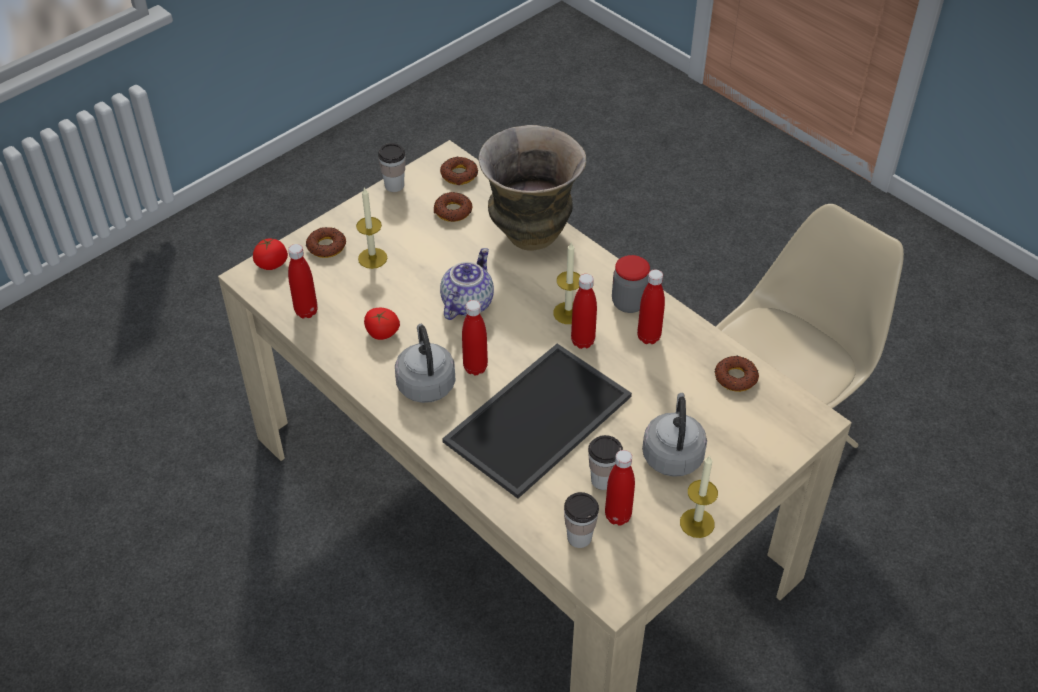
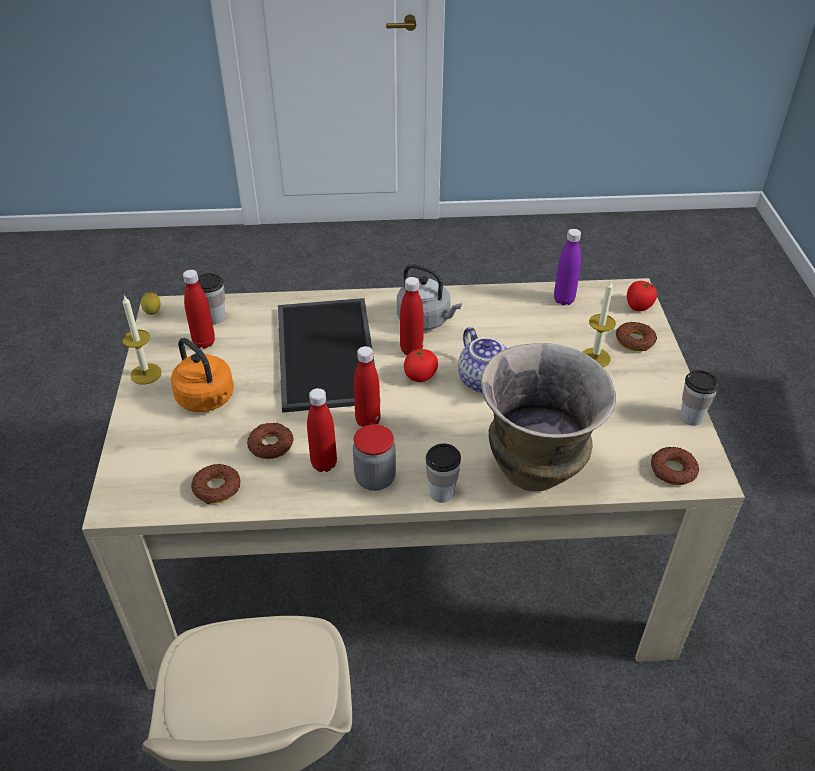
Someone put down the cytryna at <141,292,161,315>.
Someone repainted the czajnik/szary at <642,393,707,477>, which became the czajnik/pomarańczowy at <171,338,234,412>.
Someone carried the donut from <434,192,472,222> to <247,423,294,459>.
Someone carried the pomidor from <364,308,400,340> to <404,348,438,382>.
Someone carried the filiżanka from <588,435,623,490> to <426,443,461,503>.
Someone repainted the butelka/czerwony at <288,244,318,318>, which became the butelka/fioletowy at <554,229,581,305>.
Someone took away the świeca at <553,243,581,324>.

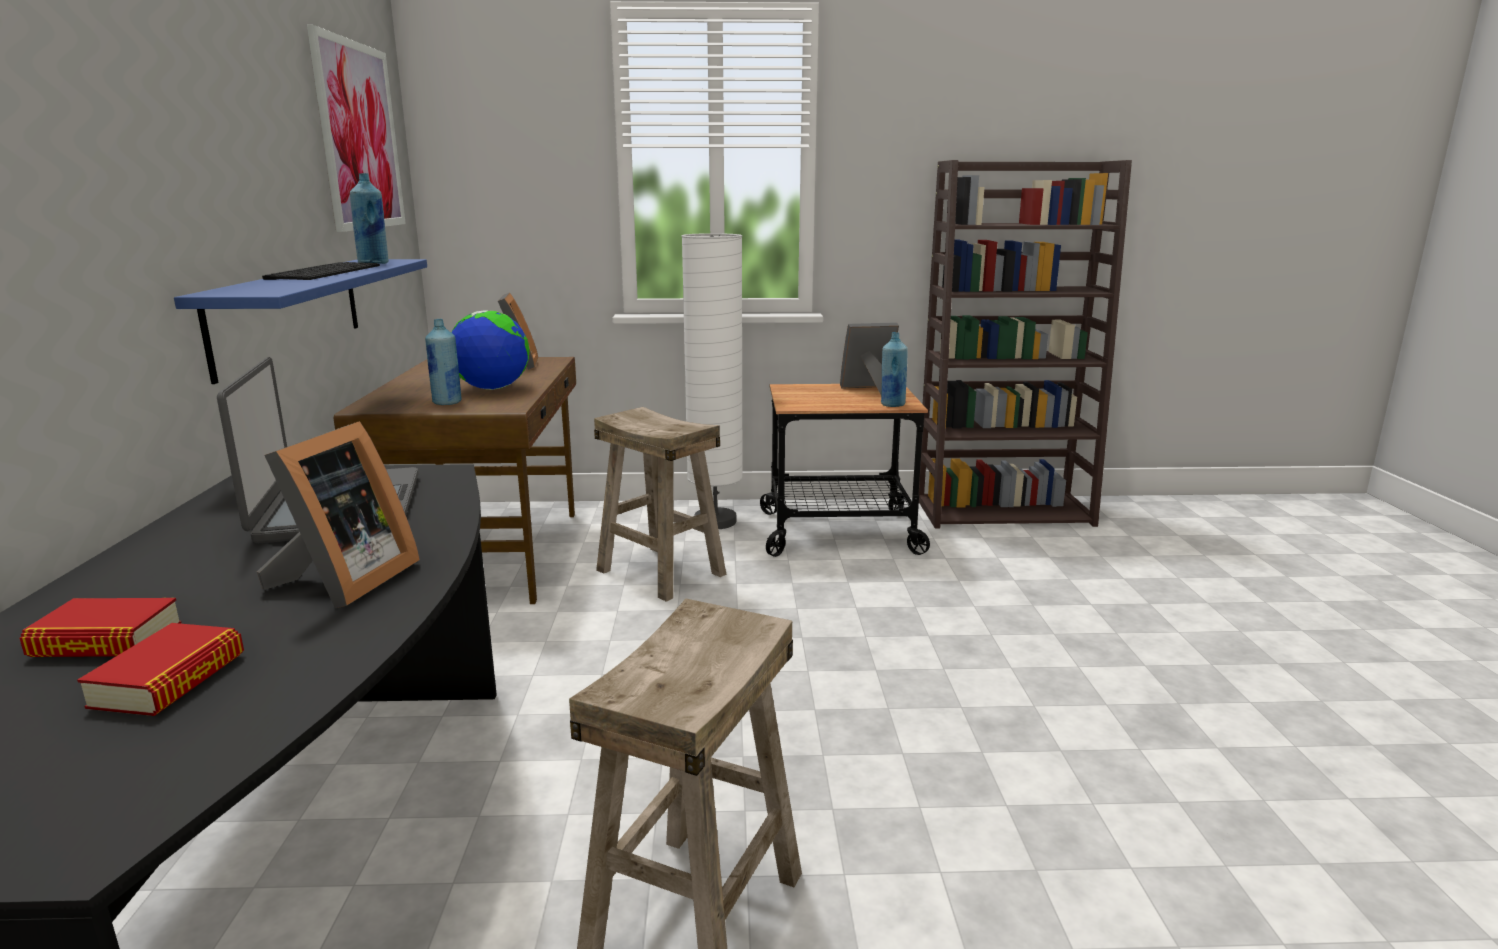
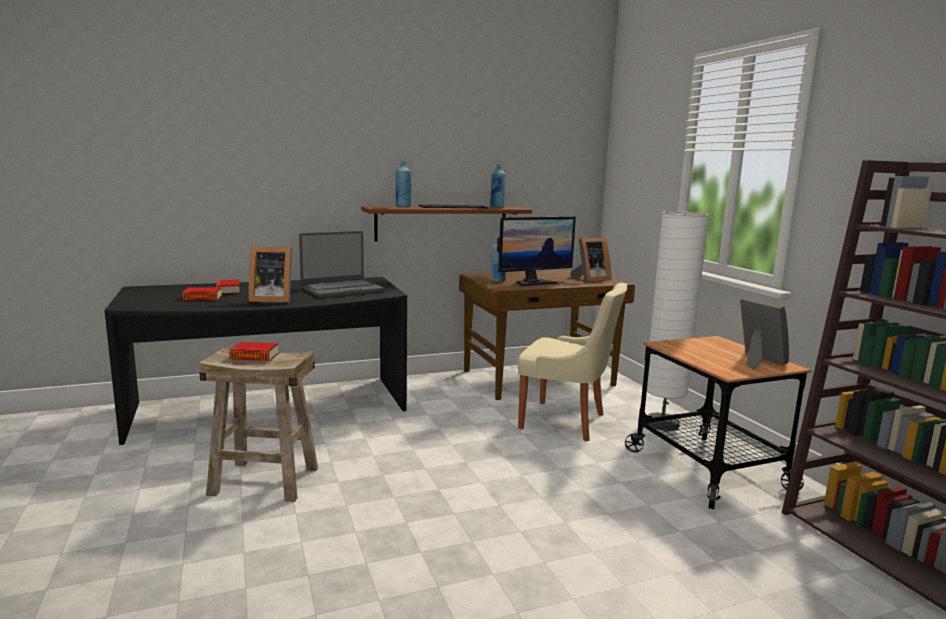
Someone put down the książka at <229,342,279,361>.
Someone repainted the półka/niebieski at <174,259,427,384>, which became the półka/brązowy at <361,206,532,242>.
Someone carried the butelka/niebieski from <881,332,908,407> to <396,161,411,207>.
Someone swapped the globus at <451,310,530,390> for the monitor at <497,216,576,286>.
Someone swapped the stołek/beżowy at <594,407,726,602> for the krzesło/beżowy at <518,283,627,441>.
Someone took away the obraz at <307,25,406,232>.

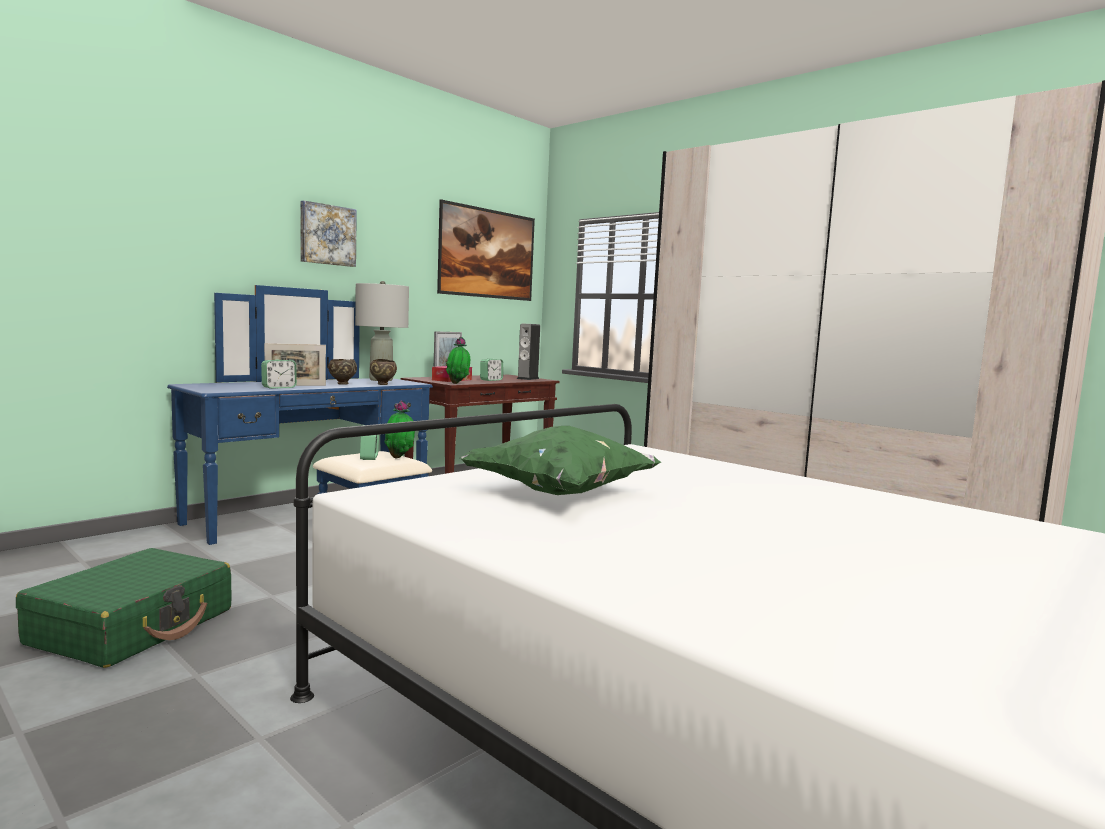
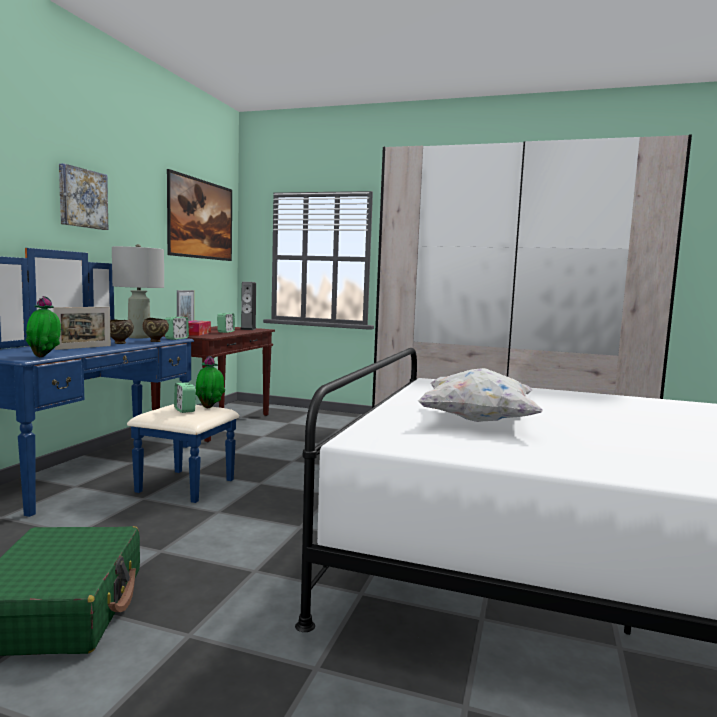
Someone carried the roślina doniczkowa from <446,337,470,384> to <26,296,61,357>.
Someone carried the budzik from <261,360,297,389> to <165,317,189,340>.
Someone repainted the poduszka/zielony at <460,426,661,495>, which became the poduszka/biały at <418,368,543,422>.

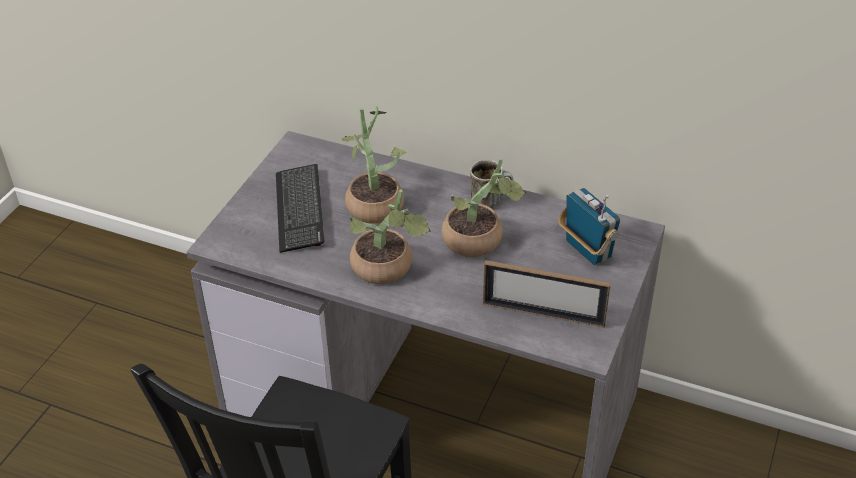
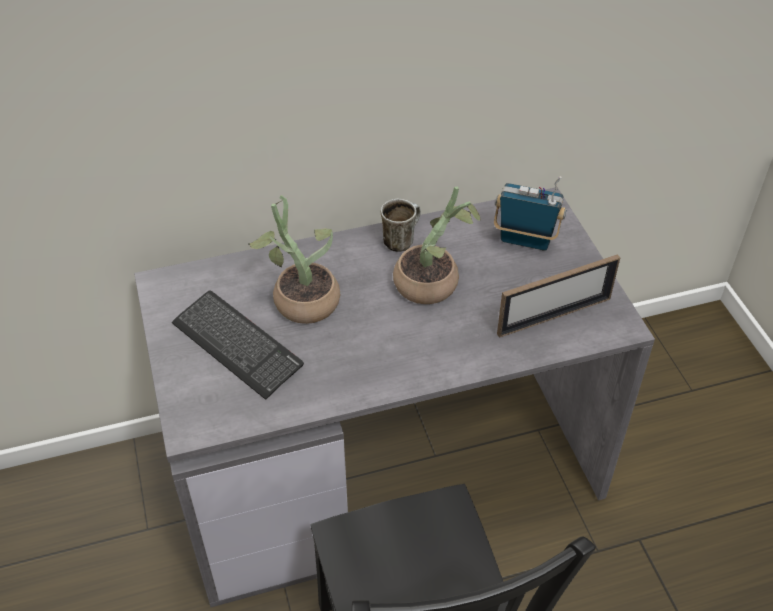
Someone took away the roślina doniczkowa at <350,189,431,284>.

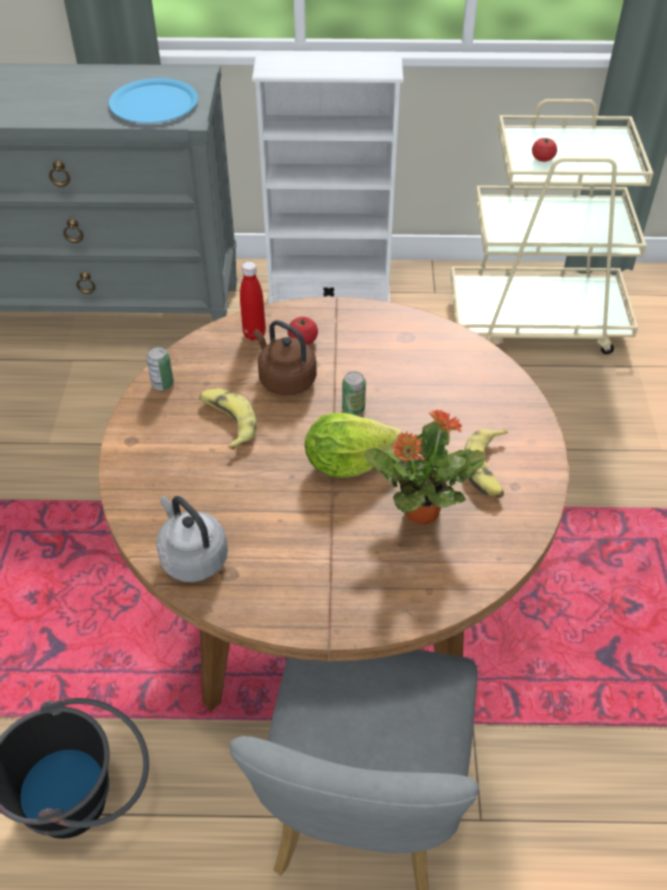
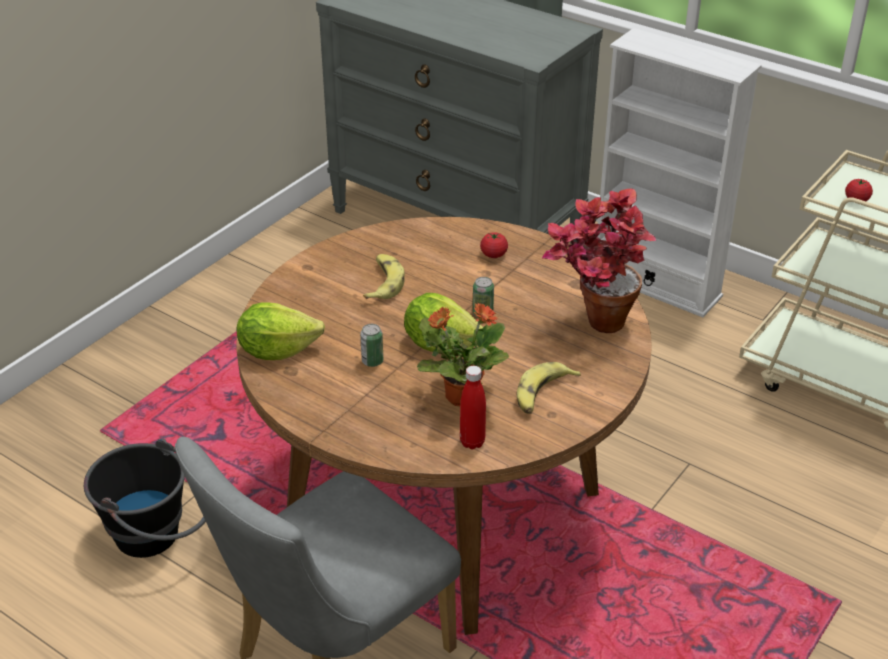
Someone swapped the czajnik/szary at <156,496,228,582> for the sałata at <237,303,325,360>.
Someone carried the puszka from <146,346,174,390> to <360,324,383,367>.
Someone carried the butelka/czerwony from <240,262,266,341> to <460,366,486,449>.
Someone put down the roślina doniczkowa at <542,188,656,333>.
Someone took away the talerz/niebieski at <109,78,198,123>.
Someone took away the czajnik/brązowy at <254,320,317,395>.

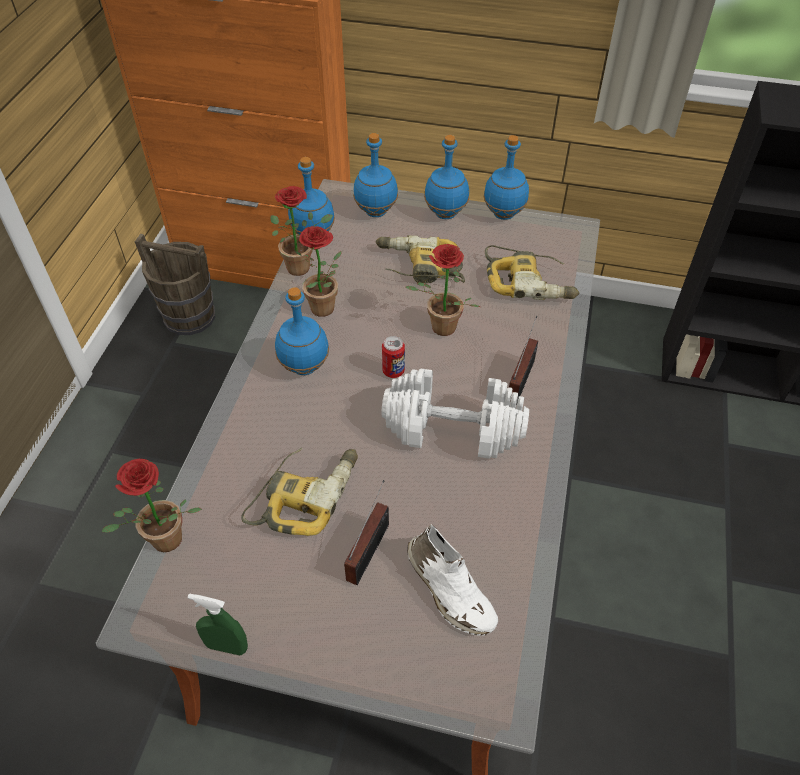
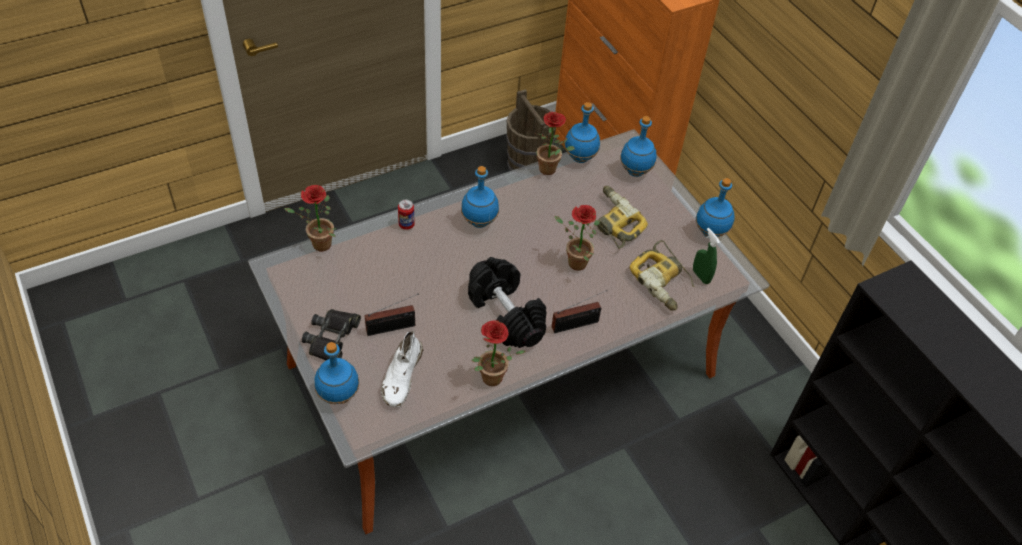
Someone put down the lornetka/czarny at <302,309,361,360>.
Someone carried the butelka/niebieski from <424,135,469,219> to <315,342,359,404>.
Someone carried the puszka from <382,336,405,378> to <398,200,415,230>.
Someone repainted the hantel/biały at <381,369,529,459>, which became the hantel/czarny at <468,257,547,348>.
Someone carried the roślina doniczkowa from <294,226,342,317> to <472,320,526,386>.
Someone carried the spryskiwacz/zielony from <188,593,248,655> to <693,228,720,284>.
Someone took away the wiertarka at <241,447,358,536>.

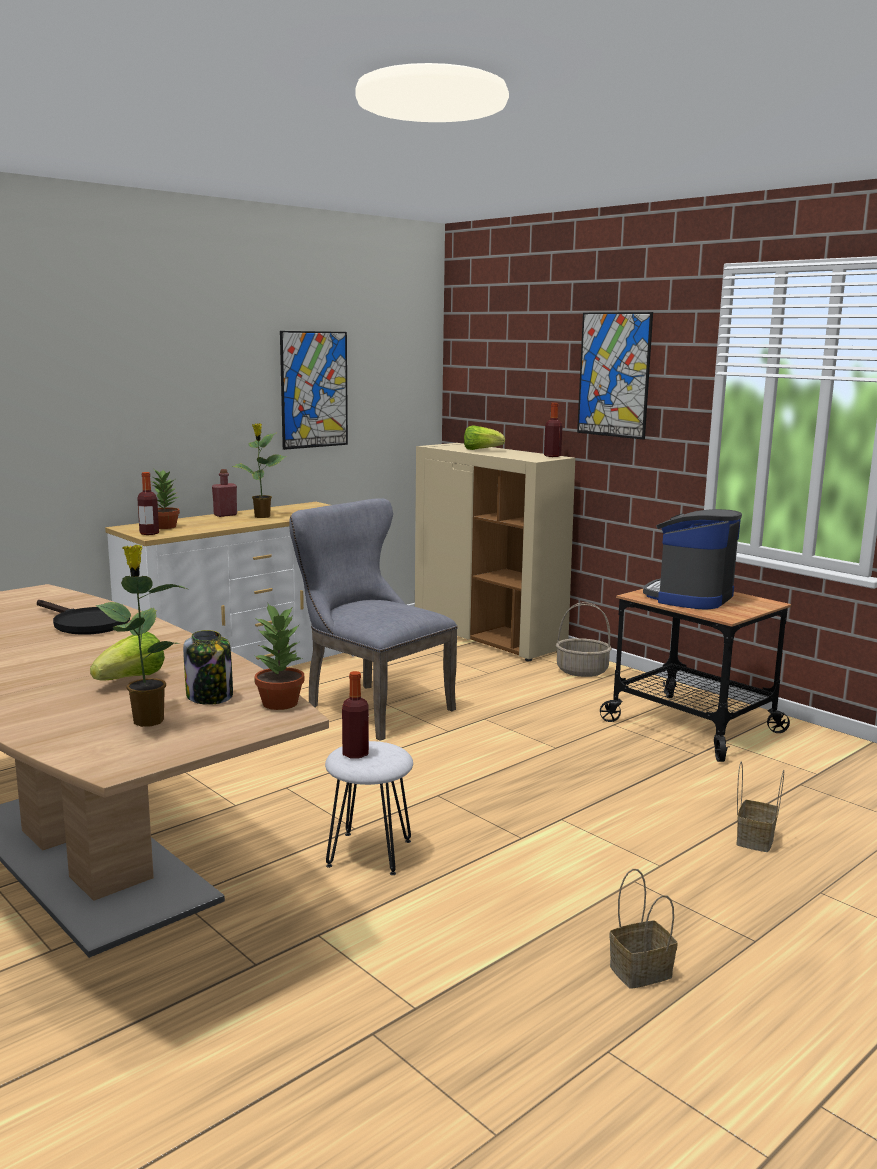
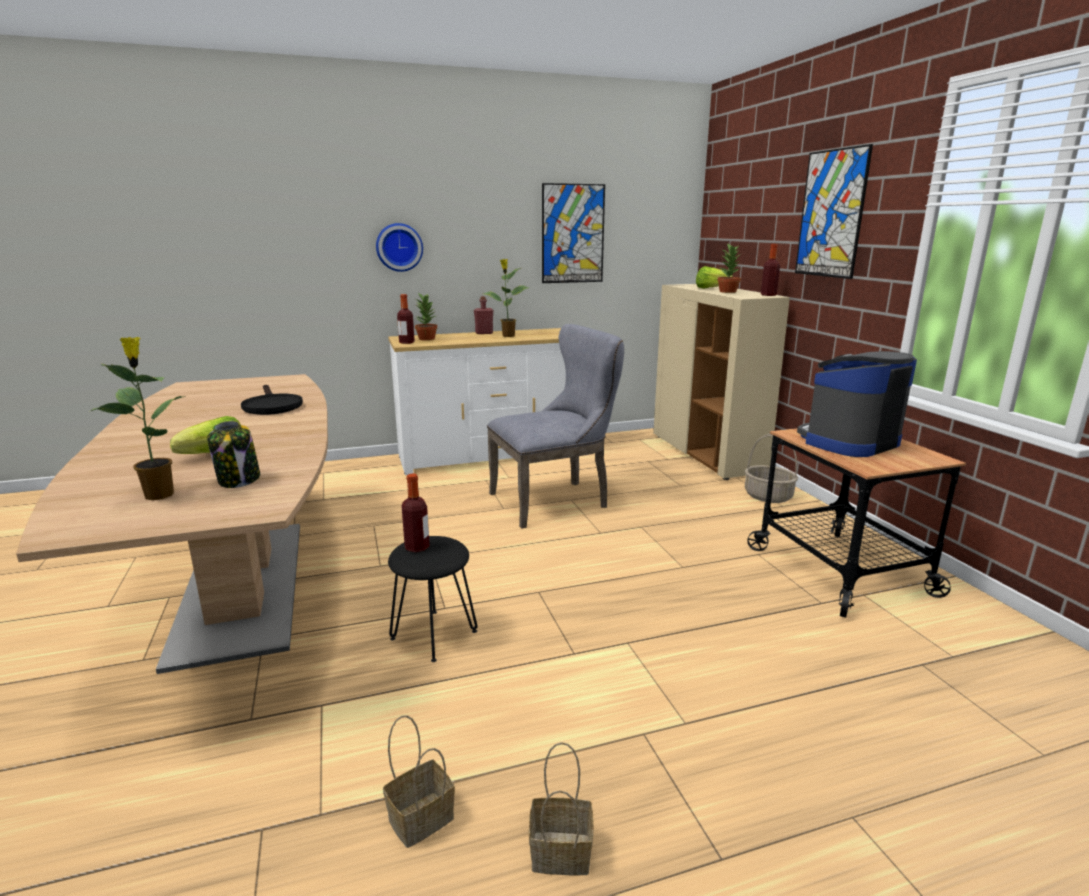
Someone put up the zegar ścienny at <376,223,423,272>.
Someone carried the koszyk from <736,762,784,852> to <383,715,455,848>.
Someone repainted the stołek/biały at <325,741,413,875>, which became the stołek/czarny at <388,536,478,662>.
Someone rotated the krzesło/szary at <289,498,458,741> by 90 degrees clockwise.
Someone carried the roślina doniczkowa from <253,604,304,710> to <717,244,741,293>.

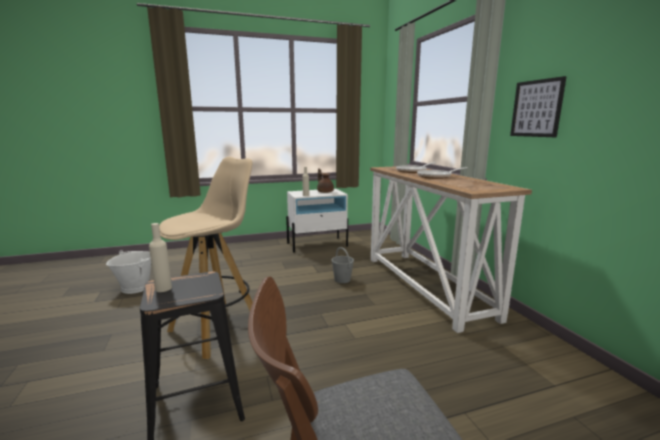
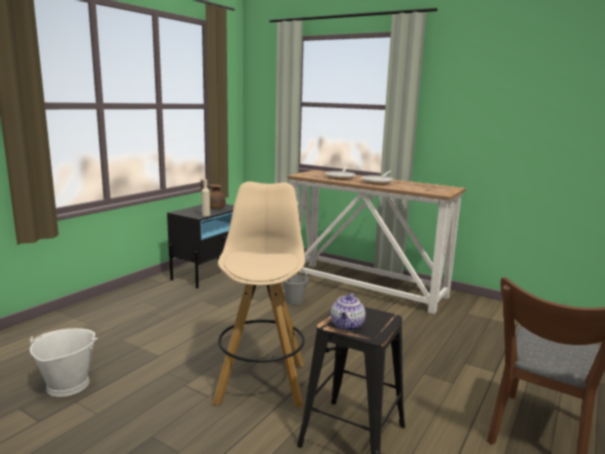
Someone repainted the szafka nocna/biały at <286,189,348,253>, which became the szafka nocna/czarny at <167,204,234,288>.
Someone swapped the butelka/beżowy at <149,223,172,292> for the imbryk at <331,293,366,331>.
Someone took away the obraz at <510,76,567,137>.

